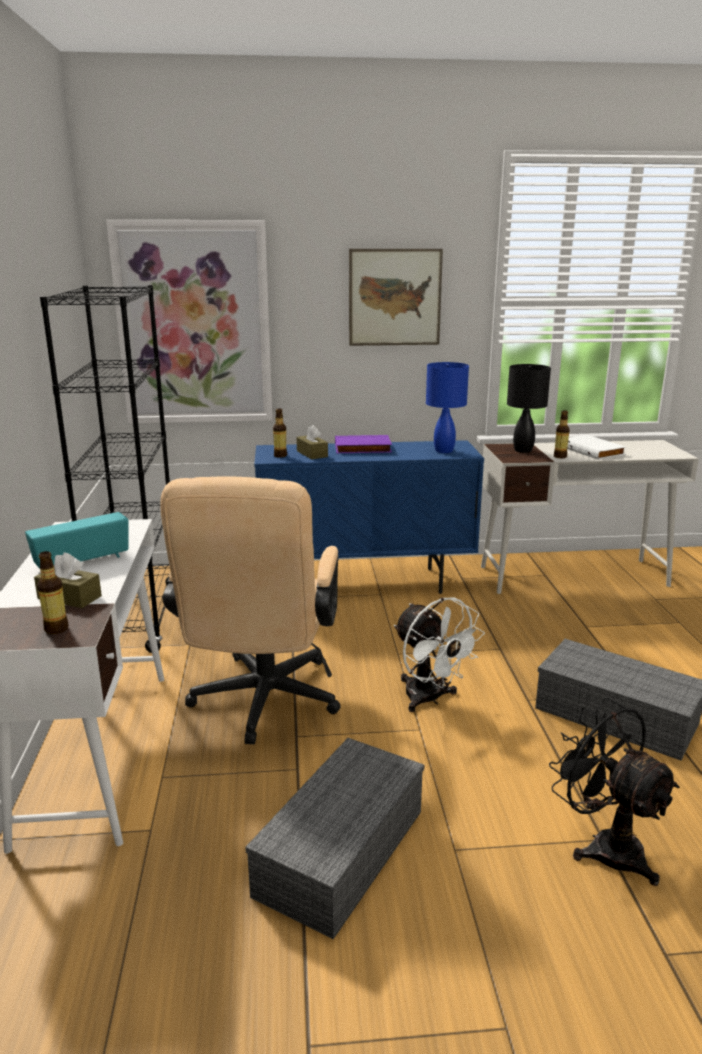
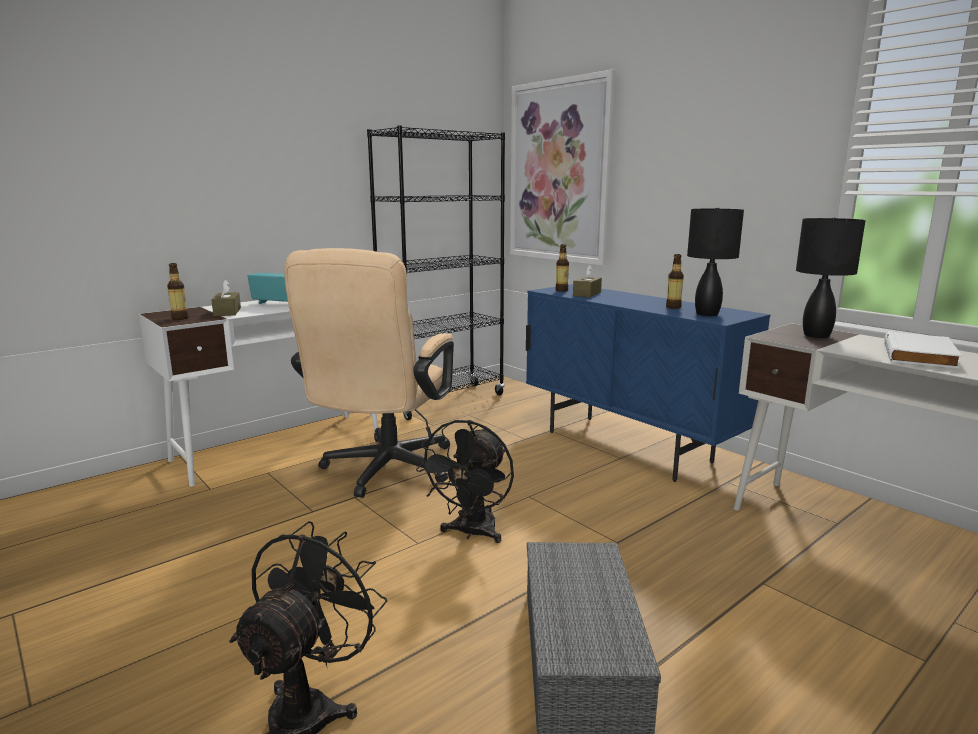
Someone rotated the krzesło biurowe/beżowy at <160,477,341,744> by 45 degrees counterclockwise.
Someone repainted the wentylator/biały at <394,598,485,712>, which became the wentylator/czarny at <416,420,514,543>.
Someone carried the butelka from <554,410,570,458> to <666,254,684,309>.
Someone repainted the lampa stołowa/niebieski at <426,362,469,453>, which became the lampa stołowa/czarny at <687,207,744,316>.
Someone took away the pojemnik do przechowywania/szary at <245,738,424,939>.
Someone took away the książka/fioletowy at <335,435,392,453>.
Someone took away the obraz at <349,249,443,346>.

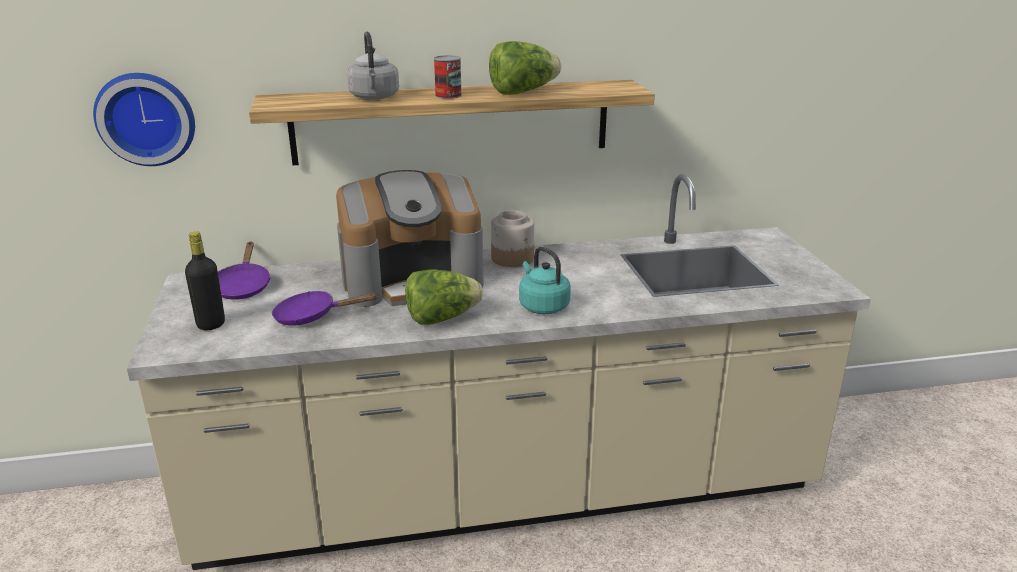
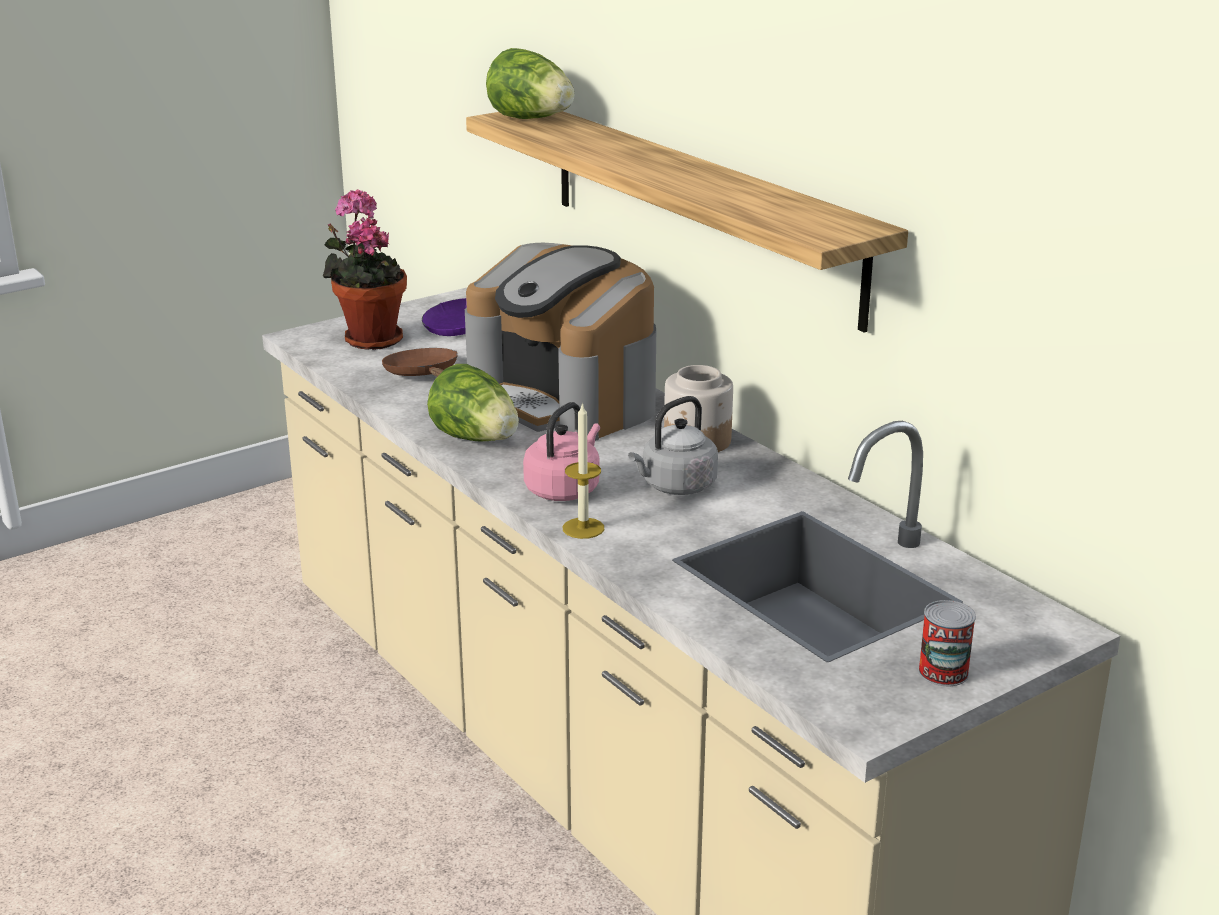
Someone swapped the butelka/czarny at <185,231,225,330> for the roślina doniczkowa at <323,189,407,350>.
Someone repainted the patelnia/fioletowy at <272,291,378,326>, which became the patelnia/brązowy at <382,348,458,377>.
Someone carried the sałata from <489,41,561,95> to <486,48,575,119>.
Someone repainted the czajnik/turkusowy at <519,247,571,314>, which became the czajnik/różowy at <523,402,600,501>.
Someone put down the świeca at <563,402,604,539>.
Someone carried the czajnik/szary from <347,32,399,100> to <628,396,718,495>.
Someone carried the puszka from <434,55,462,99> to <918,600,976,686>.
Someone took away the zegar ścienny at <93,73,195,166>.

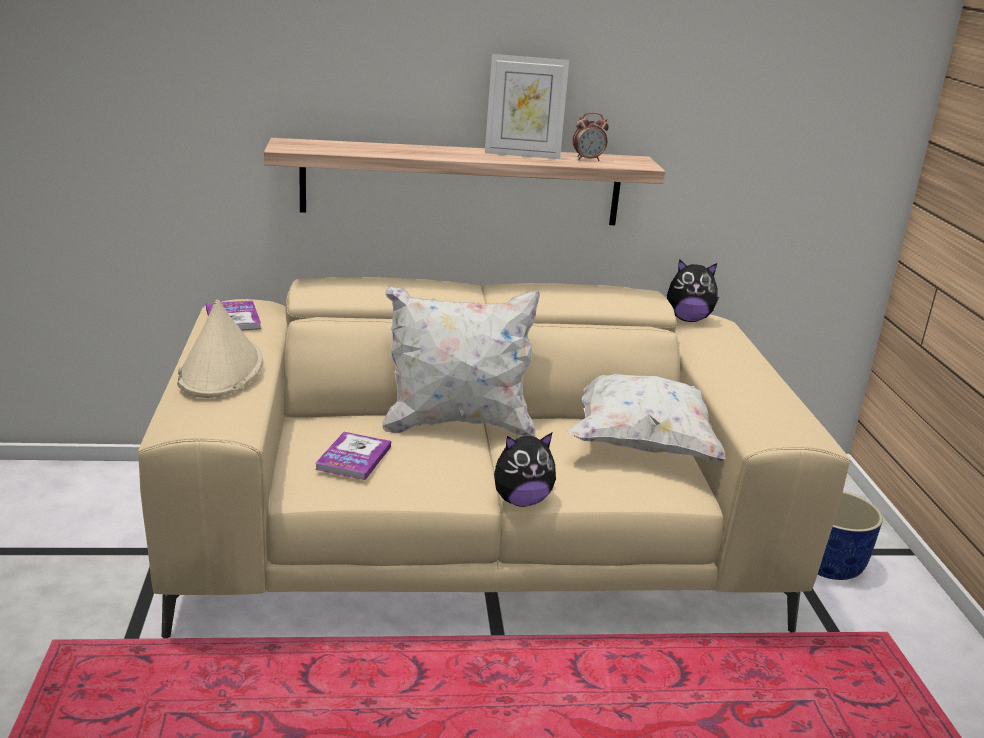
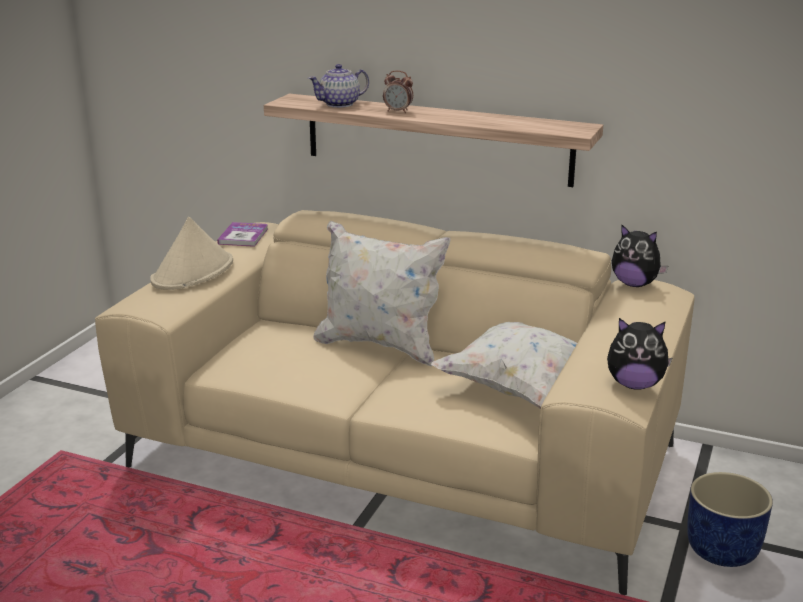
Someone put down the imbryk at <308,64,369,108>.
Someone carried the budzik from <573,112,609,161> to <383,70,413,113>.
Someone carried the pluszak from <494,433,556,507> to <607,318,673,390>.
Someone took away the książka at <315,432,391,480>.
Someone took away the ramka na zdjęcie at <485,54,569,159>.

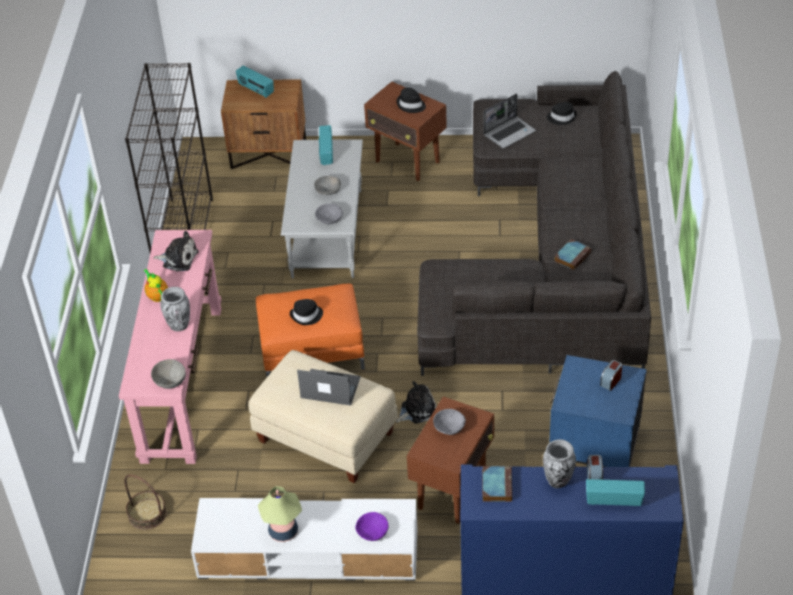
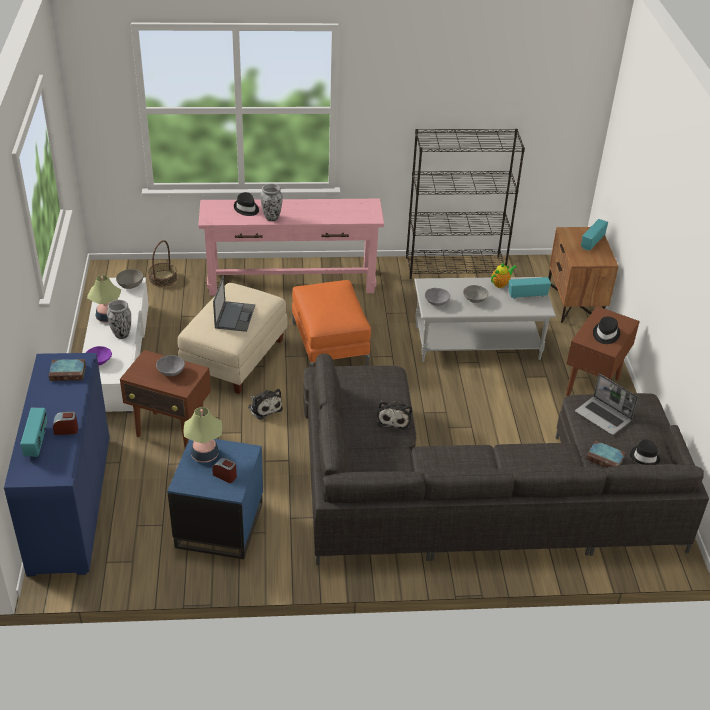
Someone carried the wazon from <543,439,576,488> to <107,300,131,339>.
Someone carried the miska/szary from <151,359,186,389> to <116,269,143,289>.
Someone put down the lampa stołowa at <184,407,222,462>.
Someone carried the kapelusz/czarny from <290,299,323,325> to <234,192,259,216>.
Someone carried the pluszak from <153,231,199,271> to <377,401,412,430>.
Someone carried the imbryk from <144,269,168,302> to <491,263,517,288>.
Someone carried the książka from <554,239,591,270> to <586,441,626,468>.

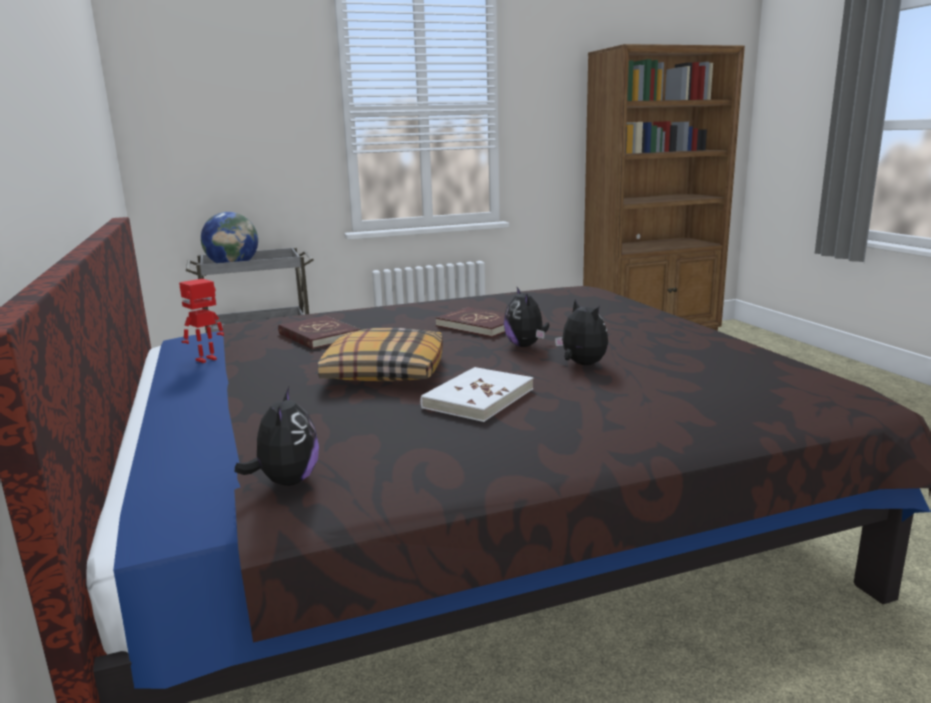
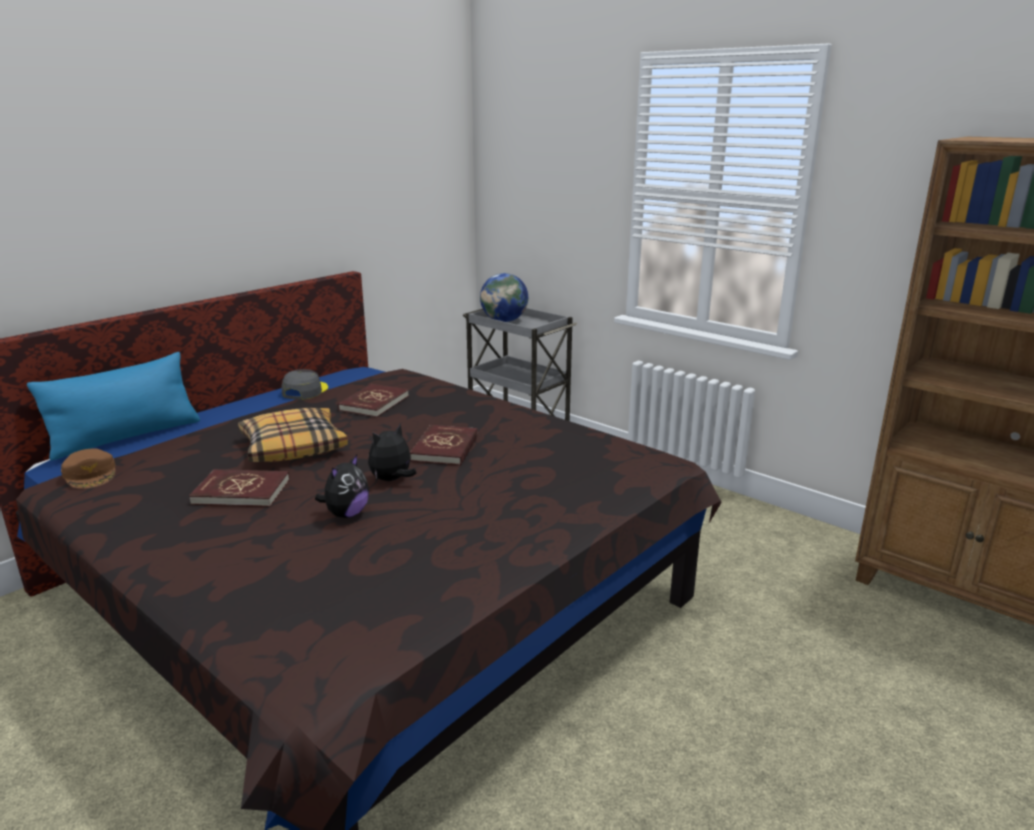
Someone put down the poduszka/niebieski at <27,352,200,461>.
Someone swapped the pluszak at <235,387,319,486> for the czapka z daszkiem/brązowy at <61,448,116,489>.
Someone repainted the książka/biały at <420,367,533,422>, which became the książka/czerwony at <189,469,290,507>.
Someone swapped the robot zabawkowy at <179,279,224,363> for the czapka z daszkiem/szary at <281,369,328,400>.

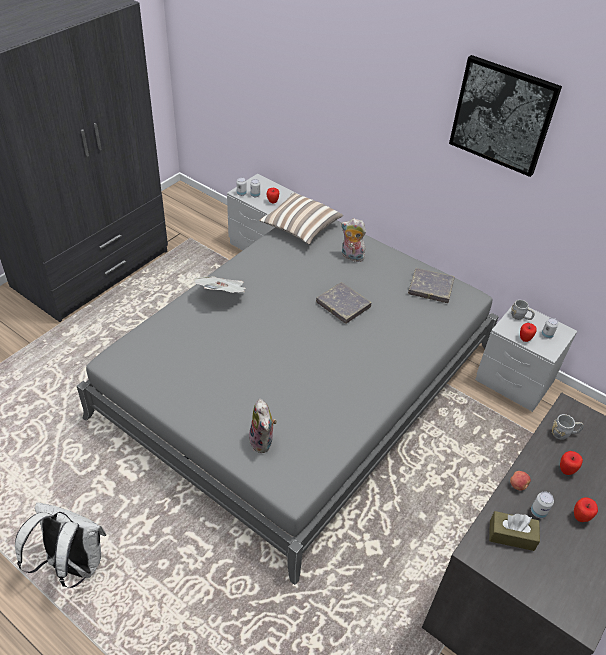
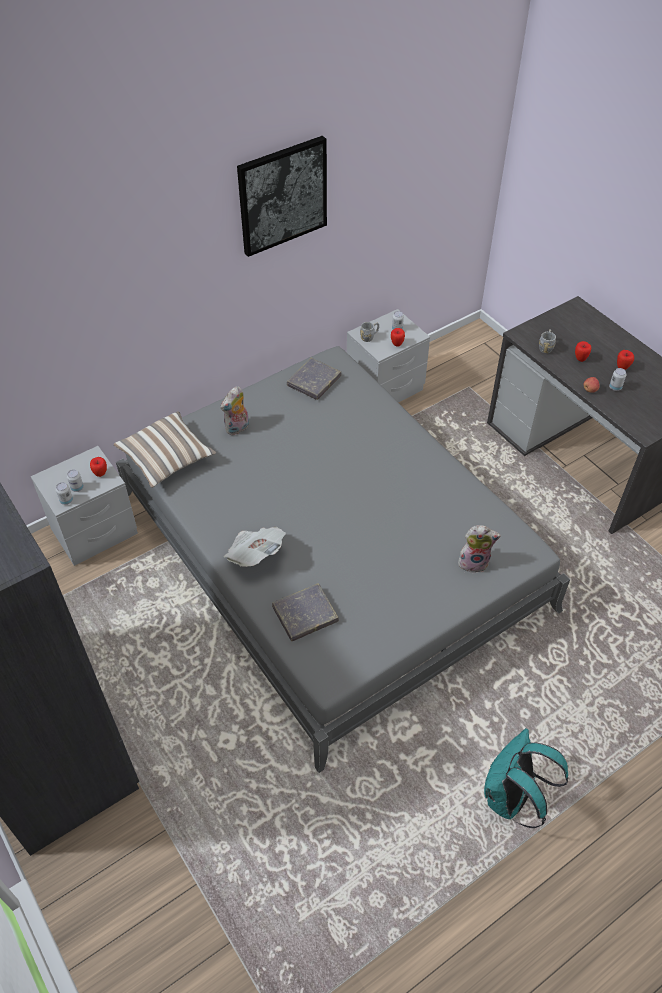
Someone carried the książka/szary from <316,282,372,324> to <272,583,339,641>.
Someone repainted the plecak/biały at <15,502,106,588>, which became the plecak/turkusowy at <484,728,568,828>.
Someone took away the pudełko chusteczek/brązowy at <489,511,540,551>.

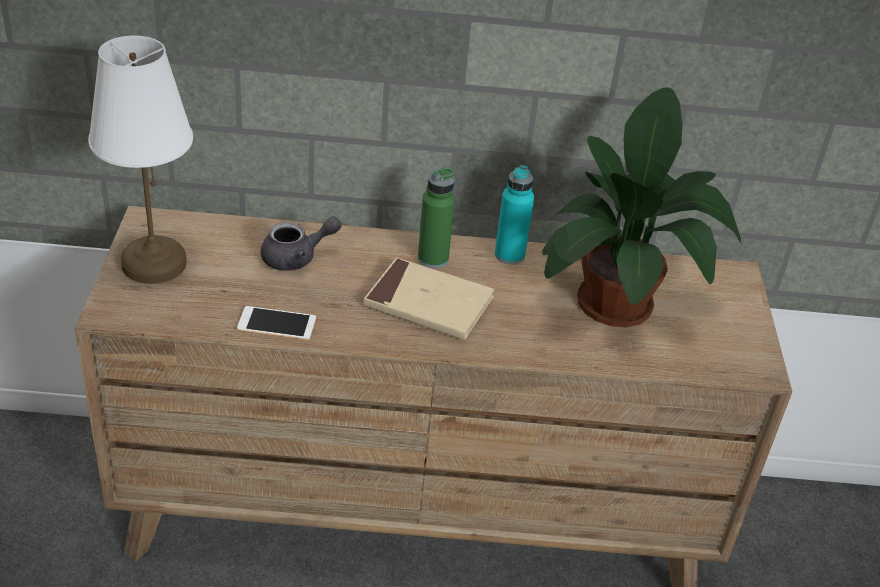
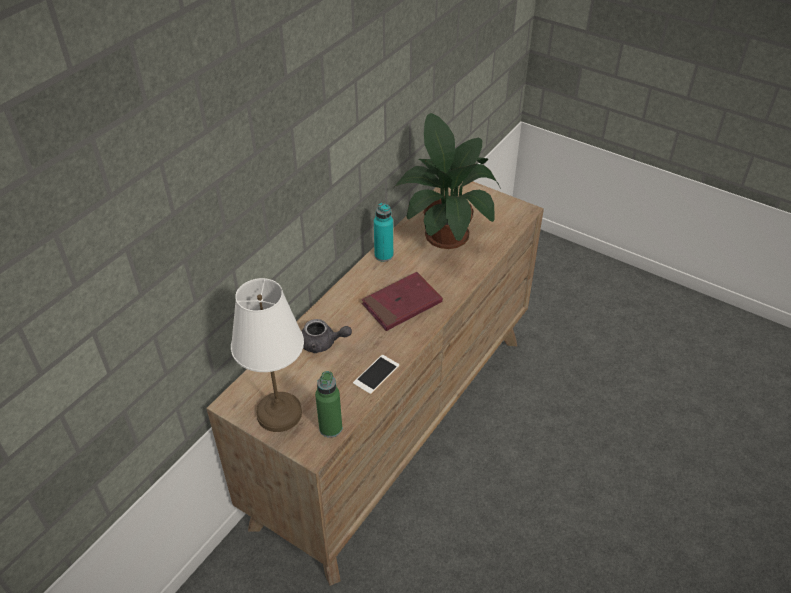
Someone rotated the imbryk/szary at <261,216,342,271> by 90 degrees clockwise.
Someone carried the butelka/zielony from <418,168,455,268> to <315,371,342,438>.
Someone repainted the książka/beżowy at <364,257,494,340>, which became the książka/czerwony at <362,272,443,331>.

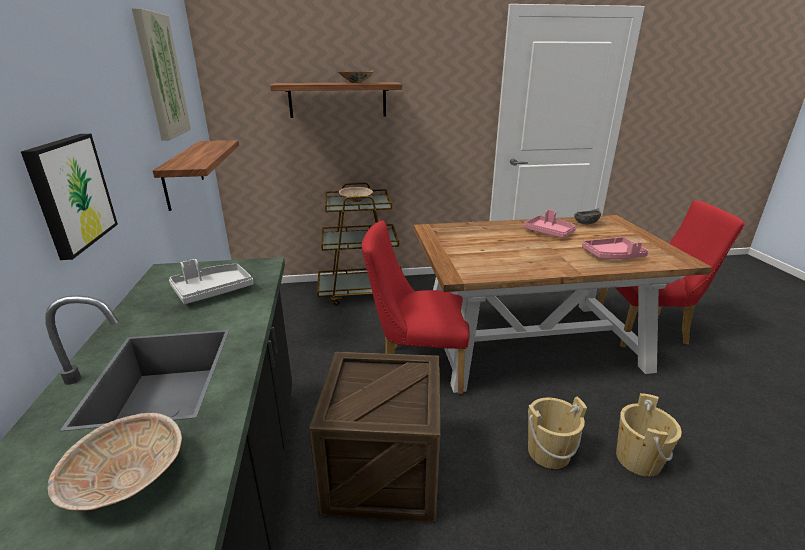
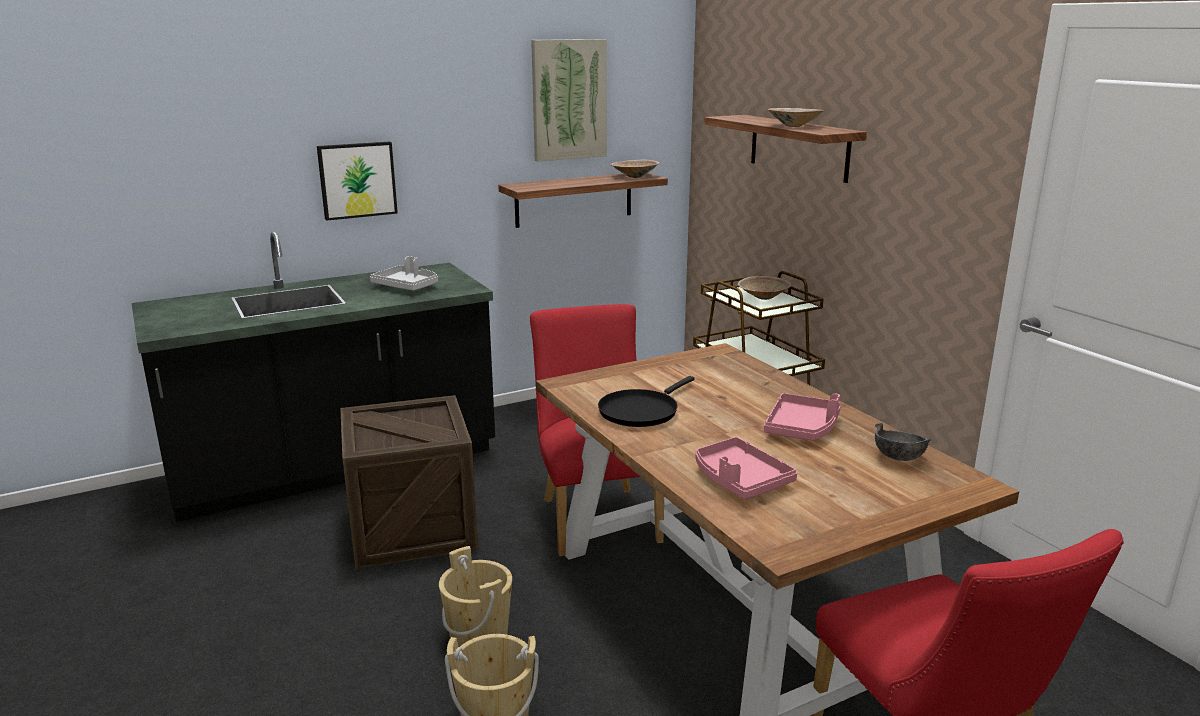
Someone put down the patelnia/czarny at <598,376,694,427>.
Someone carried the miska/beżowy from <48,413,182,511> to <611,160,659,178>.

